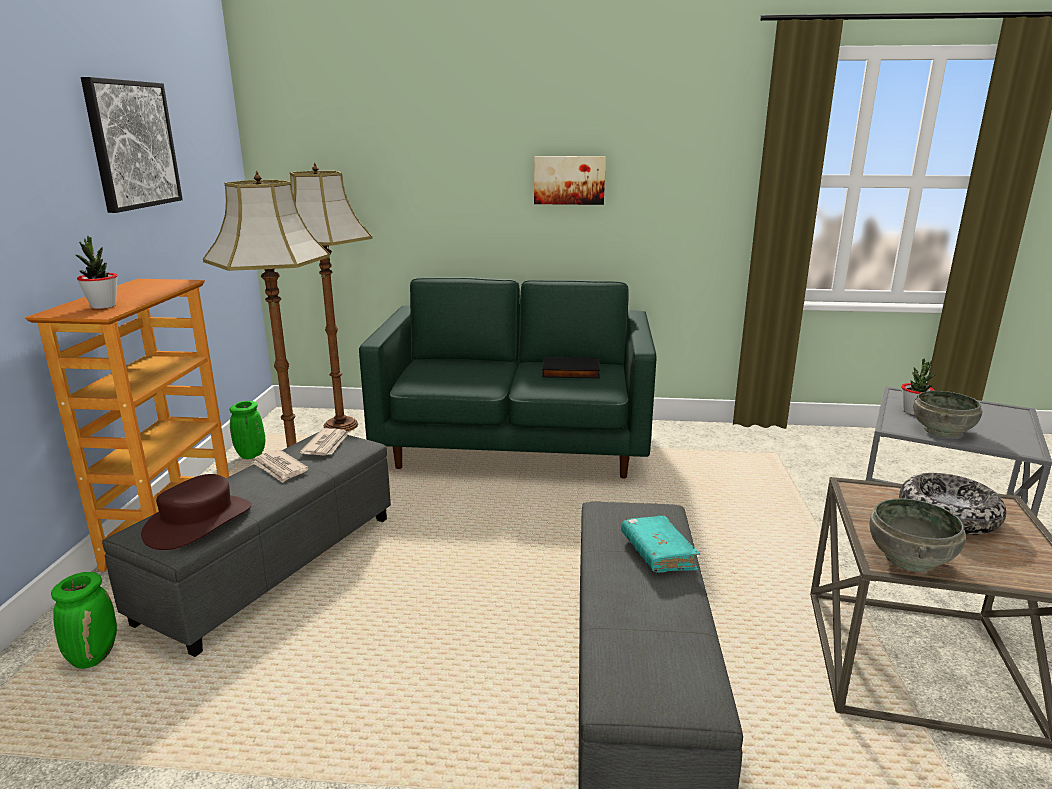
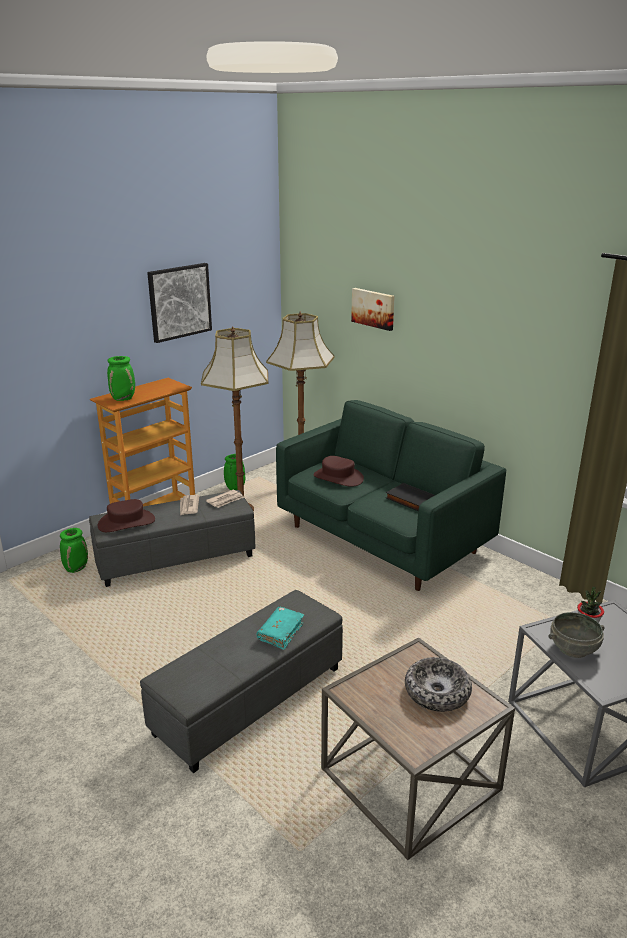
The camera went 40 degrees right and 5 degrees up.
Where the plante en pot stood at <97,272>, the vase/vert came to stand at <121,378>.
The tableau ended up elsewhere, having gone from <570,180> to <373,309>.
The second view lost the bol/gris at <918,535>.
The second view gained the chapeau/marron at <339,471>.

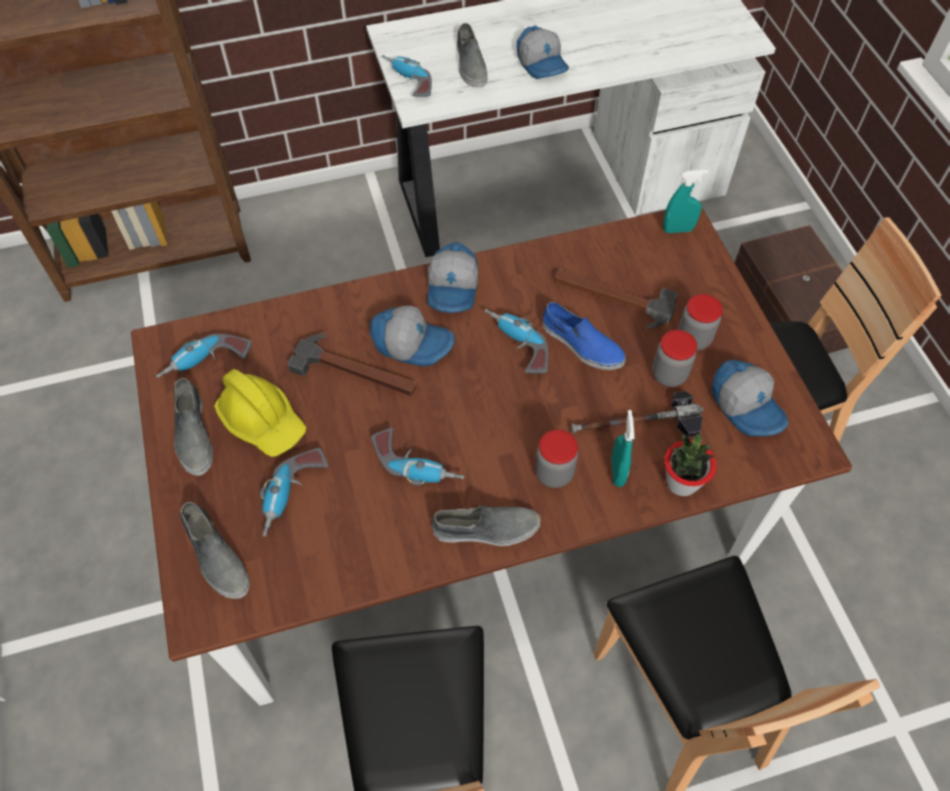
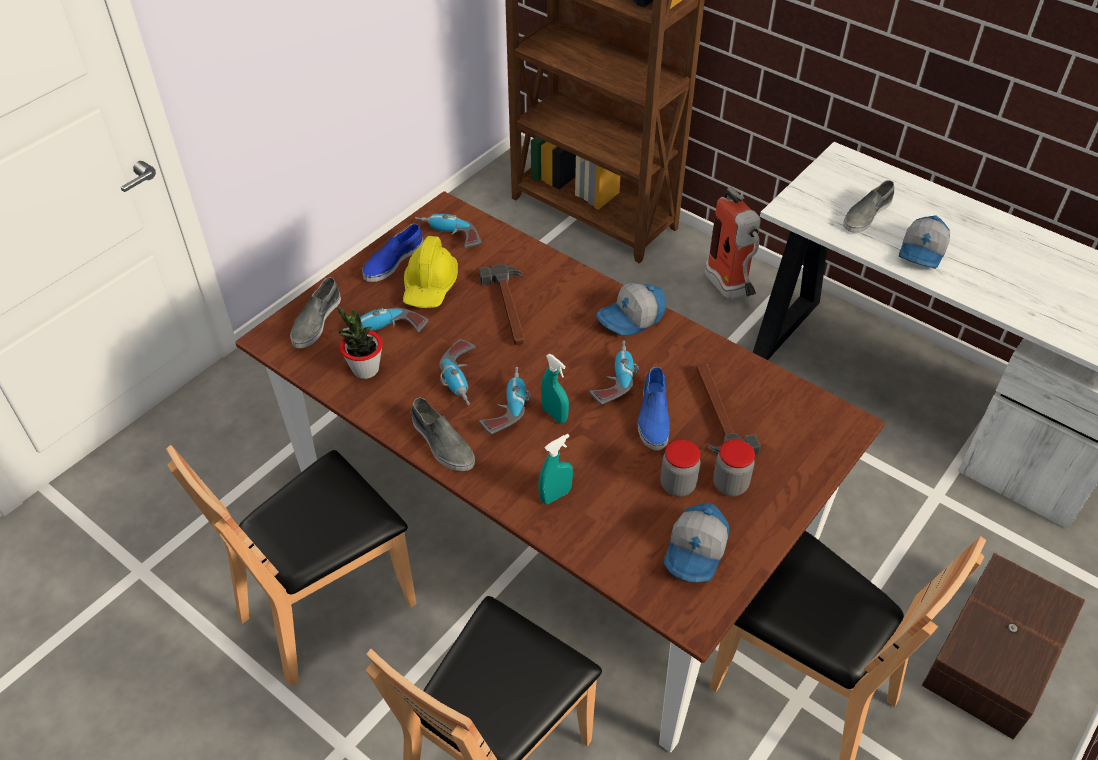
The camera went 55 degrees right and 10 degrees down.
What was the chaussure/gris at <193,427> turned into the chaussure/bleu at <392,253>.
The second view lost the casquette at <412,336>.
The perceuse ended up elsewhere, having gone from <407,76> to <505,400>.
The second view lost the bocal at <556,459>.
The second view lost the marteau at <637,414>.
The vaporisateur/turquoise ended up elsewhere, having gone from <685,201> to <555,388>.
The plante en pot ended up elsewhere, having gone from <690,465> to <360,342>.
The second view gained the extincteur at <732,243>.

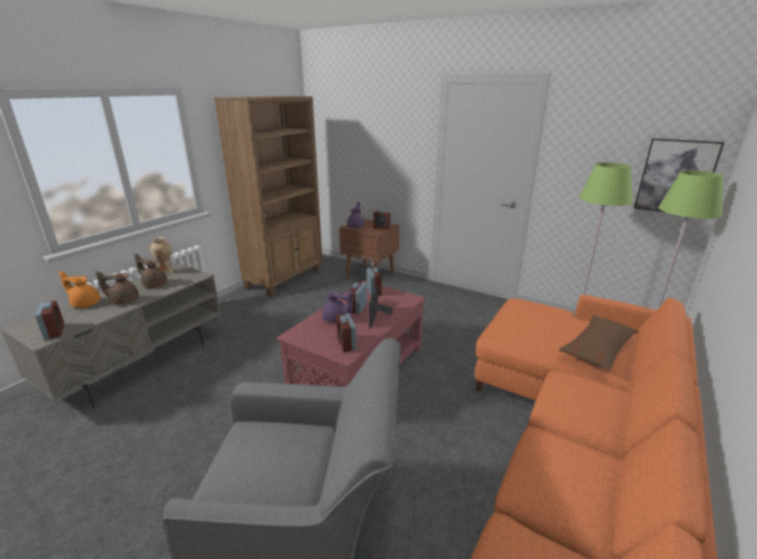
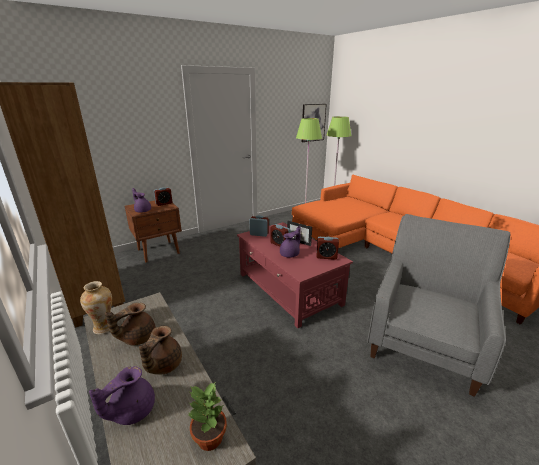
The camera went 65 degrees left and 0 degrees up.
Where the réveil stood at <50,320>, the plante en pot came to stand at <207,417>.
What was the théière/orange at <79,289> turned into the théière/violet at <122,395>.
The second view lost the coussin/marron at <598,343>.

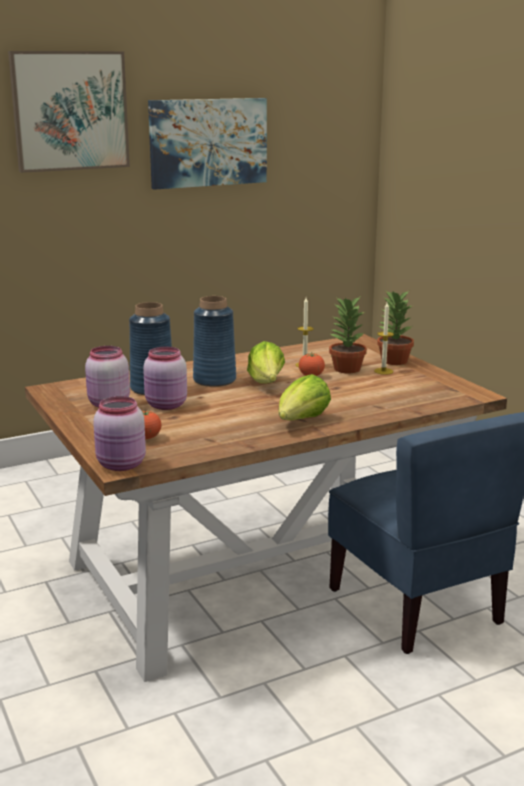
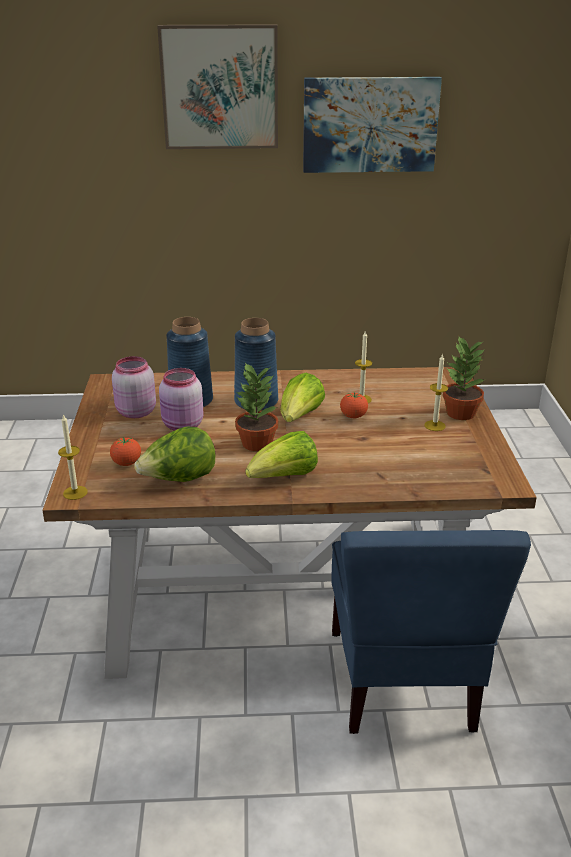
The camera went 25 degrees right and 10 degrees up.
Where the bocal/rose stood at <119,433>, the bougie came to stand at <73,457>.
The plante en pot ended up elsewhere, having gone from <348,335> to <256,406>.
The second view gained the laitue at <174,454>.

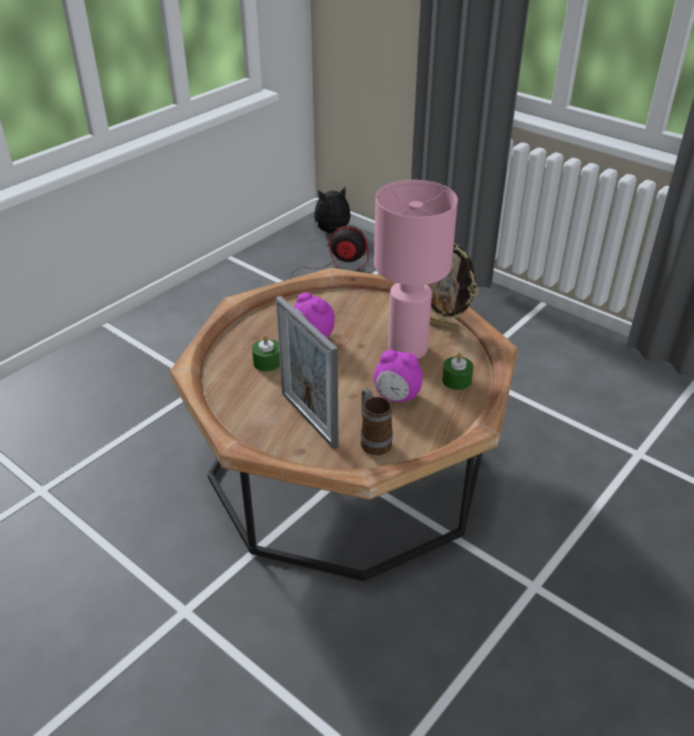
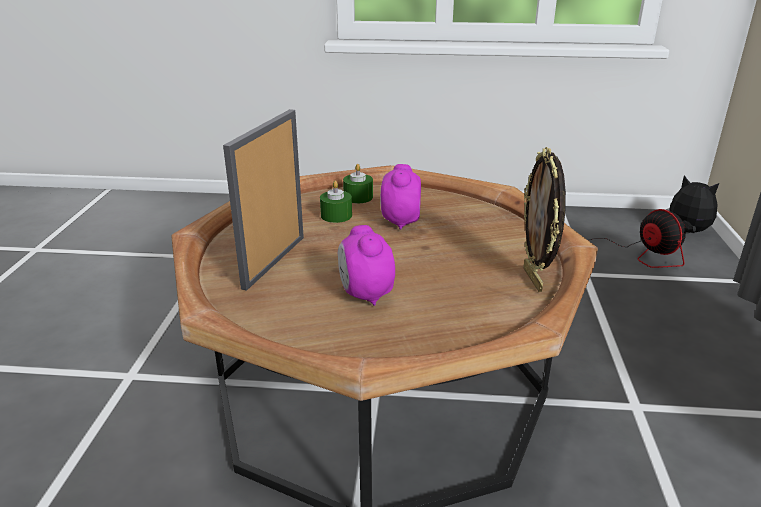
The camera went 55 degrees right and 10 degrees down.
The second view lost the mug at <376,421>.
The second view lost the lampe de table/rose at <416,269>.
The bougie/vert ended up elsewhere, having gone from <457,371> to <358,183>.

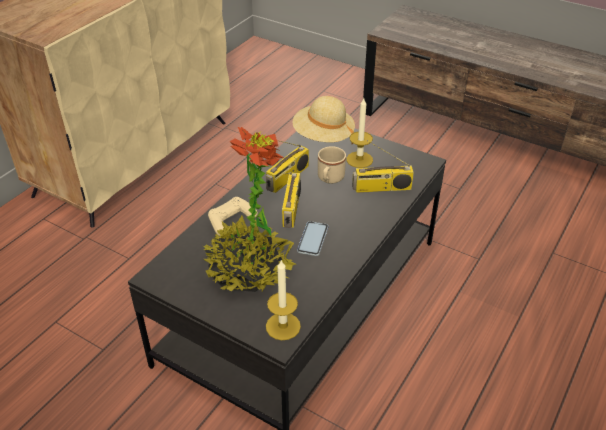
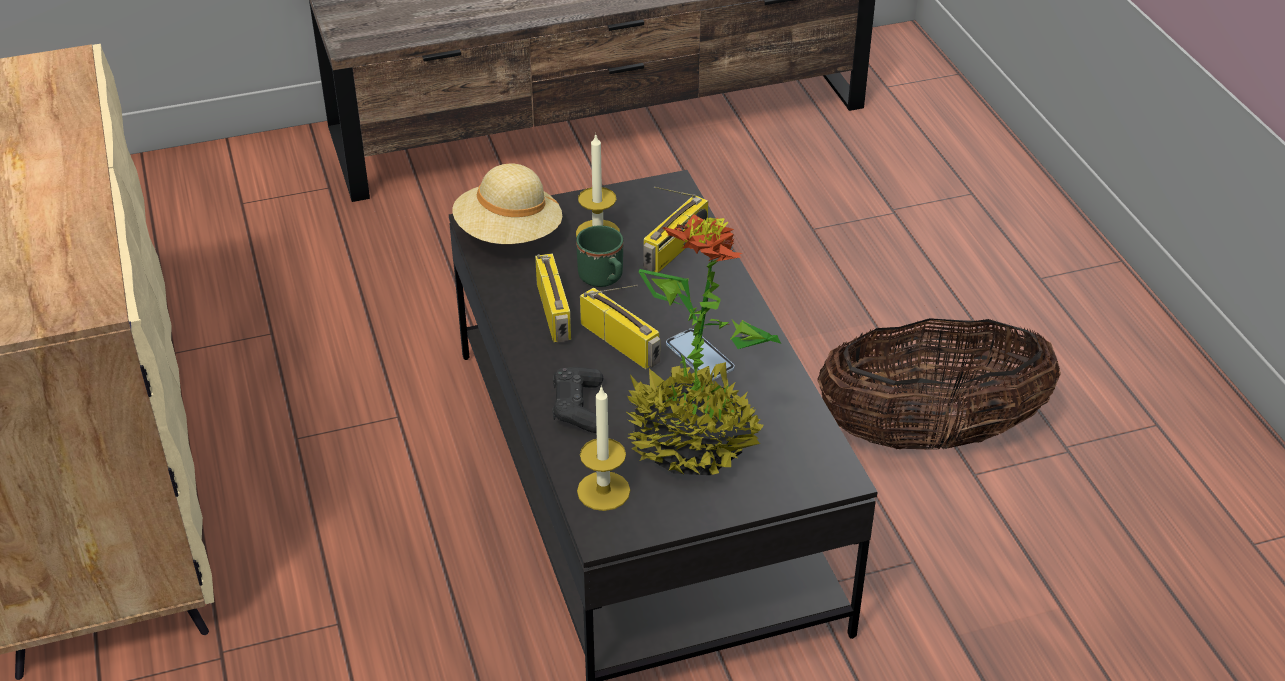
The camera went 50 degrees left and 0 degrees up.
What was the manette/beige at <233,216> turned into the manette/noir at <578,400>.
The bougie ended up elsewhere, having gone from <283,299> to <603,448>.
What was the mug/beige at <332,165> turned into the mug/vert at <599,256>.
The second view gained the panier at <939,384>.

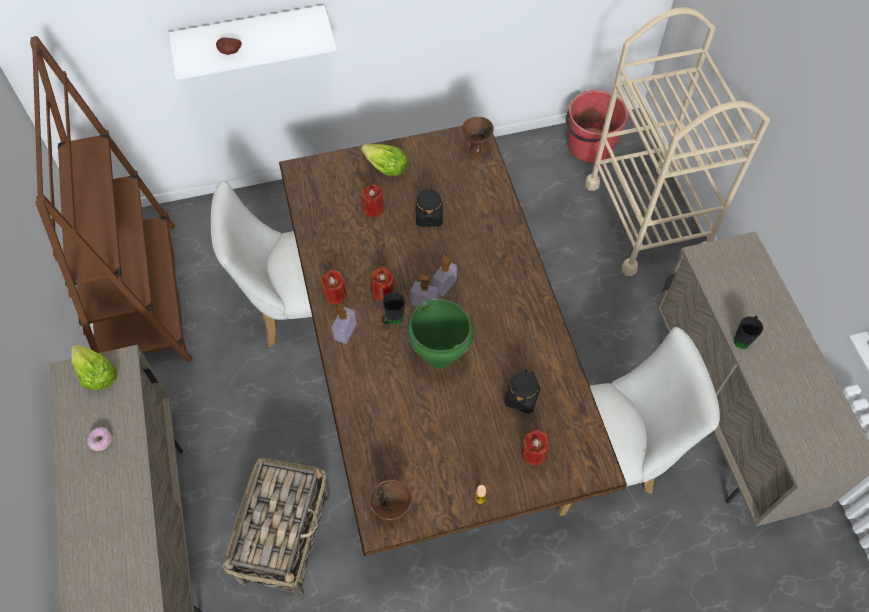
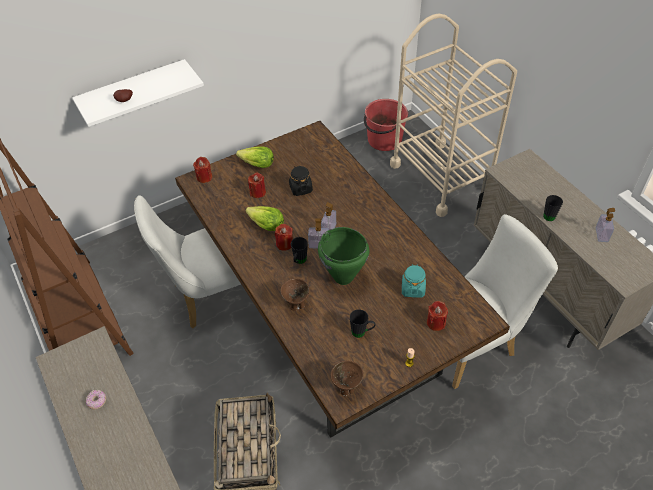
The camera went 15 degrees left and 10 degrees down.
The laitue ended up elsewhere, having gone from <94,367> to <264,218>.
The bougie/rouge ended up elsewhere, having gone from <334,287> to <202,170>.
The distributeur de savon ended up elsewhere, having gone from <344,324> to <605,225>.
The bol/marron ended up elsewhere, having gone from <478,135> to <295,295>.
What was the bocal/noir at <522,391> turned into the bocal/turquoise at <414,280>.
The second view gained the mug/noir at <362,323>.

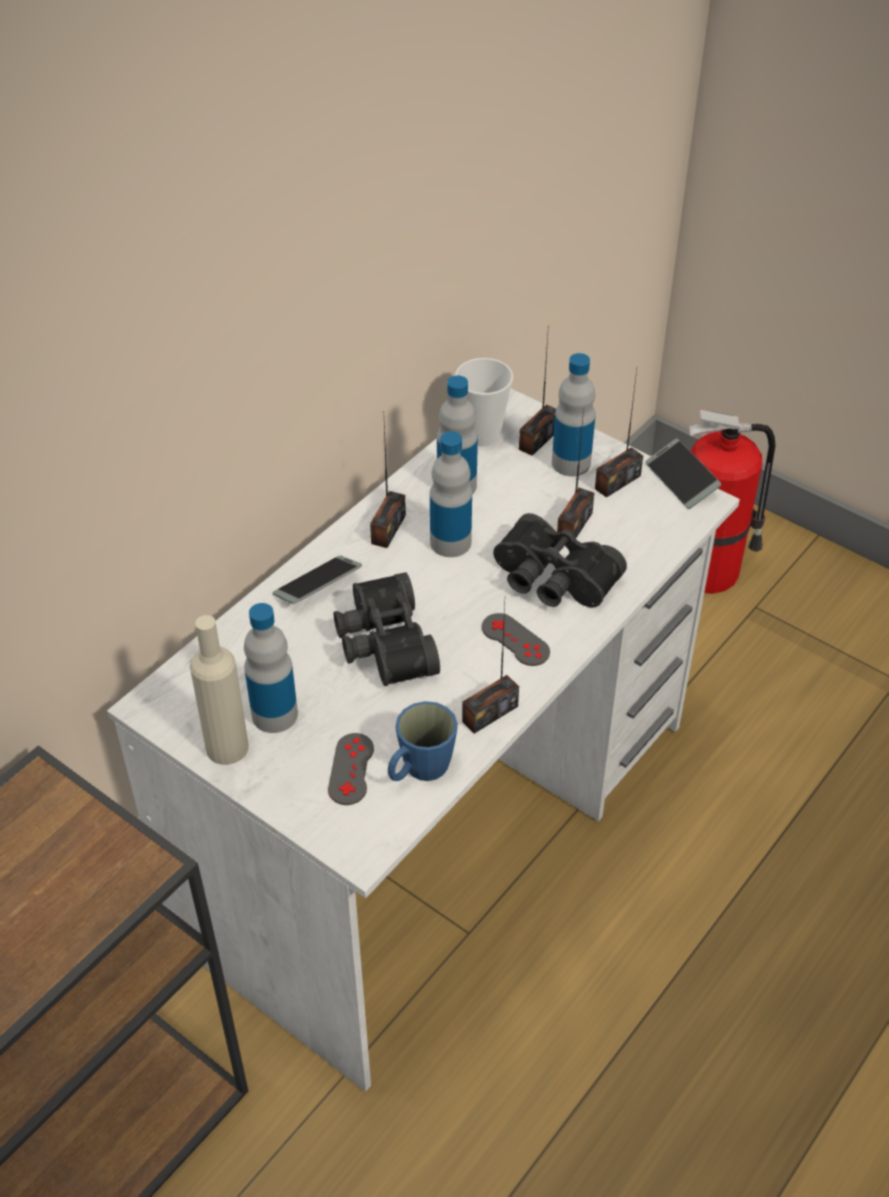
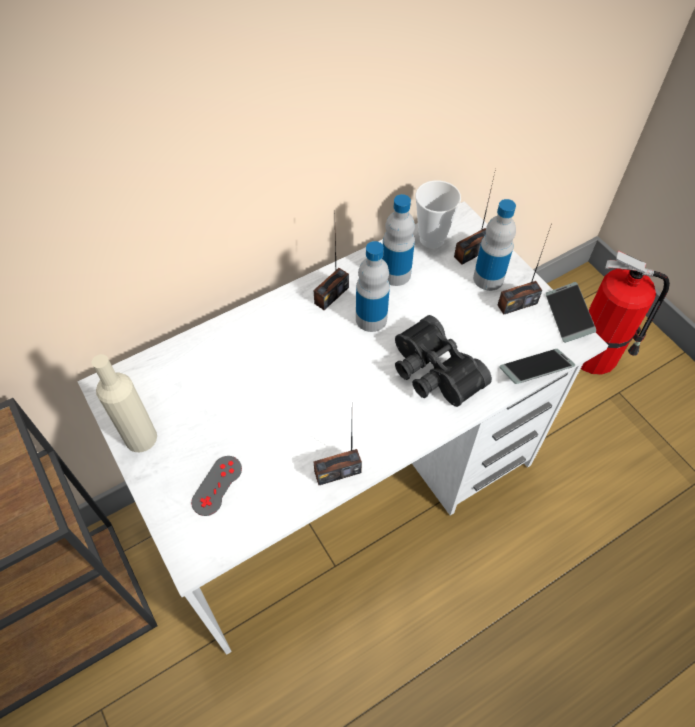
The camera went 20 degrees right and 10 degrees up.
The second view lost the bouteille at <271,668>.
The téléphone ended up elsewhere, having gone from <317,579> to <537,366>.
The second view lost the jumelles/noir at <387,629>.
The second view lost the mug/bleu at <423,741>.
The second view lost the manette/gris at <516,639>.
The second view lost the radio at <575,473>.

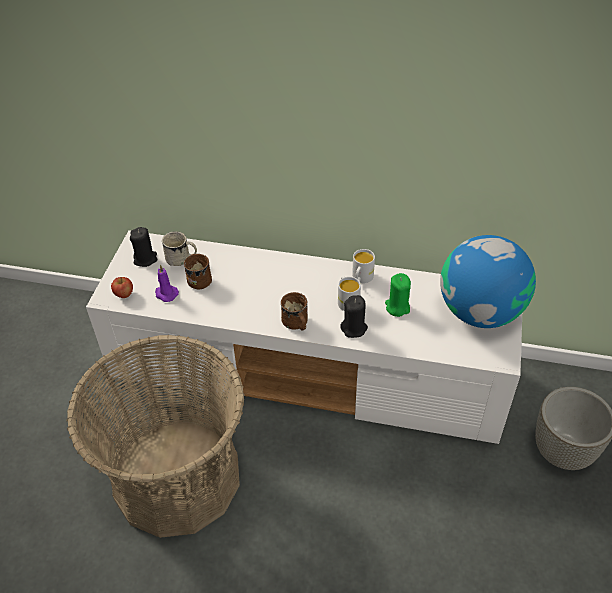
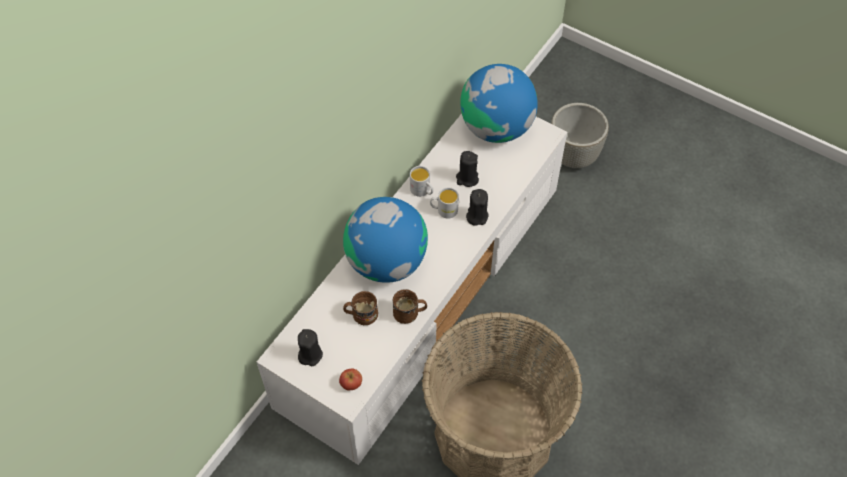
The camera went 70 degrees left and 10 degrees up.
The second view lost the bougie/violet at <167,283>.
The second view lost the mug/blanc at <179,248>.
The mug/marron ended up elsewhere, having gone from <294,311> to <410,306>.
What was the bougie/vert at <398,295> turned into the bougie/noir at <467,169>.
The second view gained the globe at <385,240>.

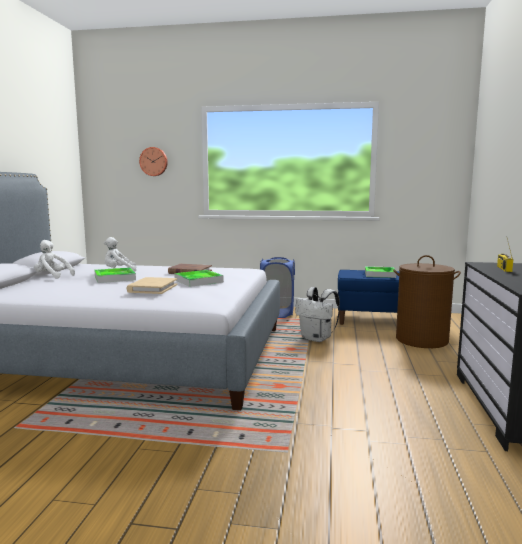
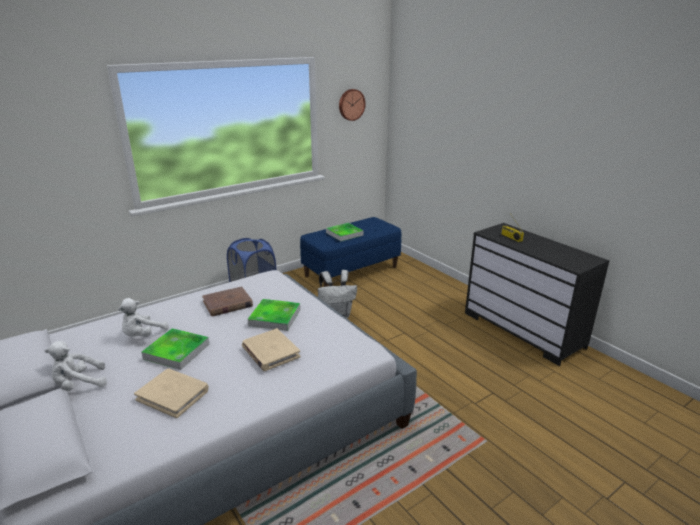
The camera went 45 degrees left and 15 degrees up.
The horloge murale ended up elsewhere, having gone from <153,161> to <352,105>.
The second view lost the panier à linge/marron at <427,301>.
The second view gained the livre/beige at <171,393>.

